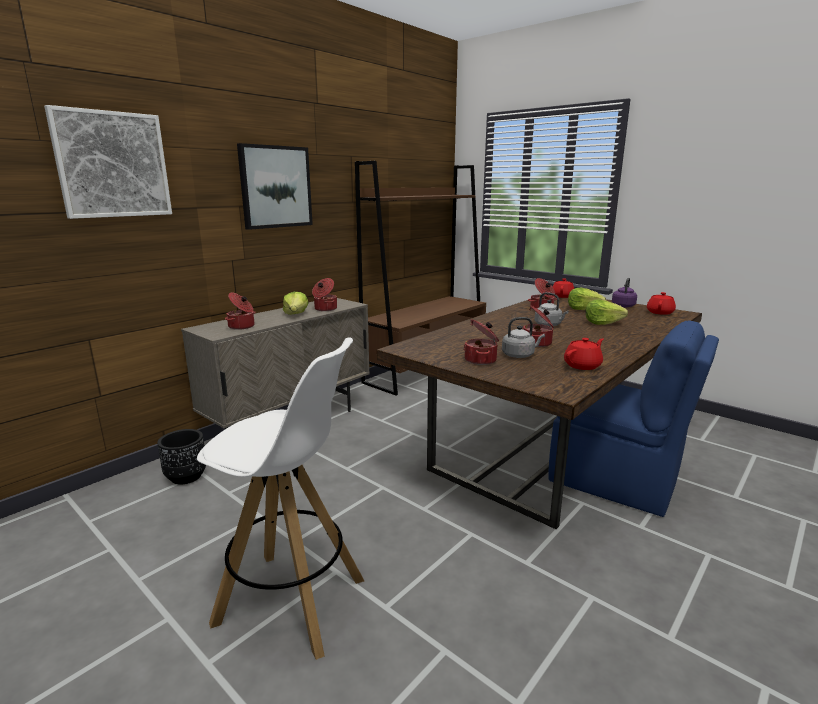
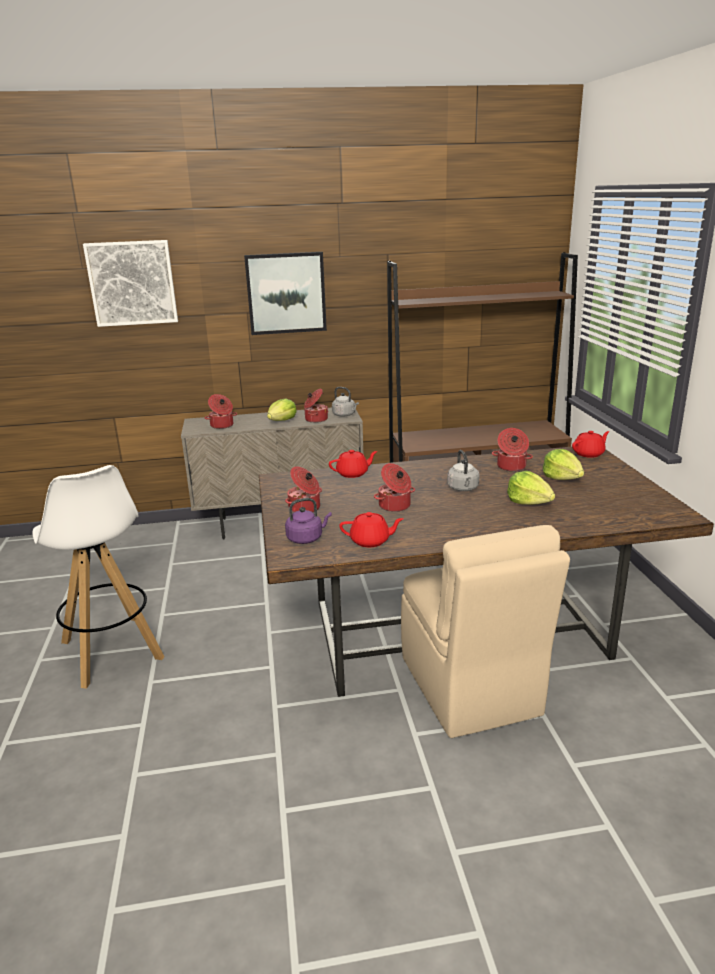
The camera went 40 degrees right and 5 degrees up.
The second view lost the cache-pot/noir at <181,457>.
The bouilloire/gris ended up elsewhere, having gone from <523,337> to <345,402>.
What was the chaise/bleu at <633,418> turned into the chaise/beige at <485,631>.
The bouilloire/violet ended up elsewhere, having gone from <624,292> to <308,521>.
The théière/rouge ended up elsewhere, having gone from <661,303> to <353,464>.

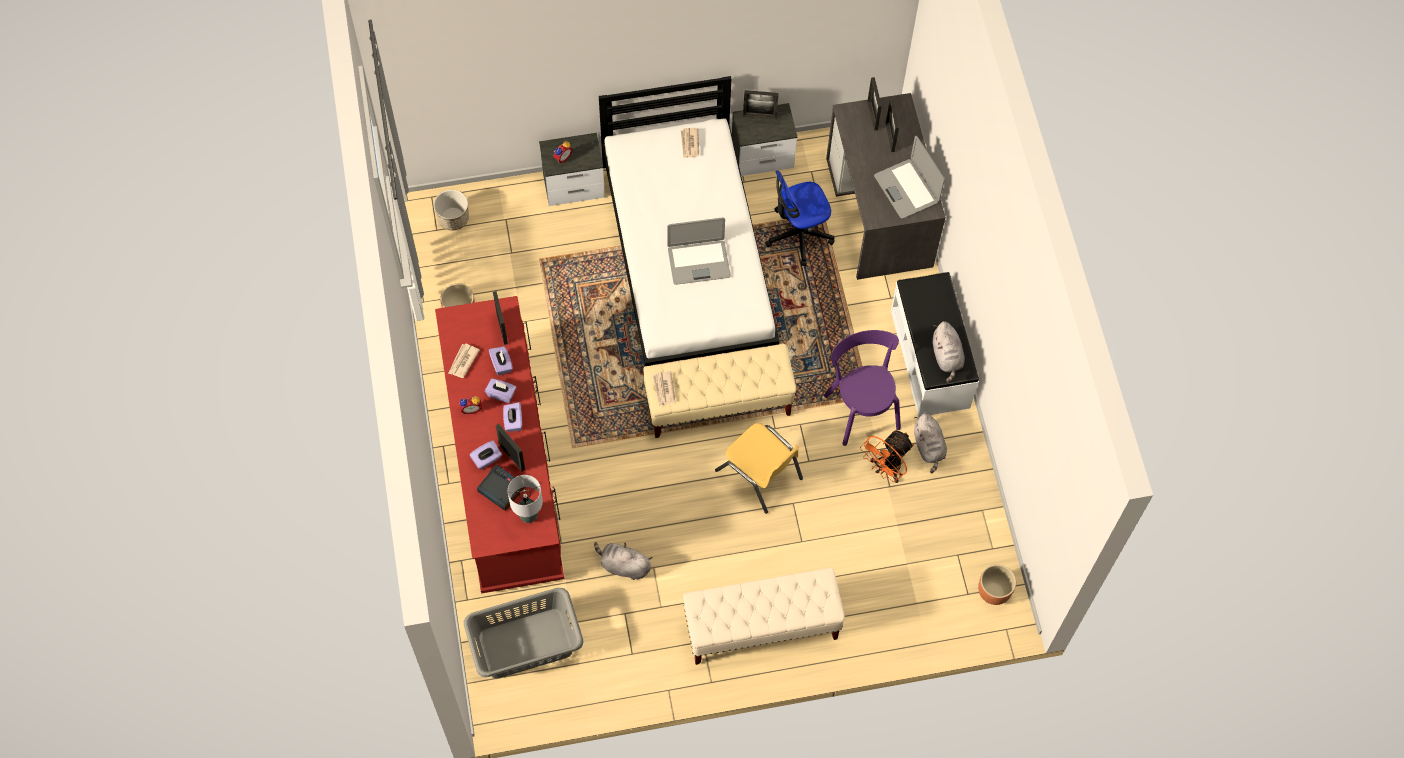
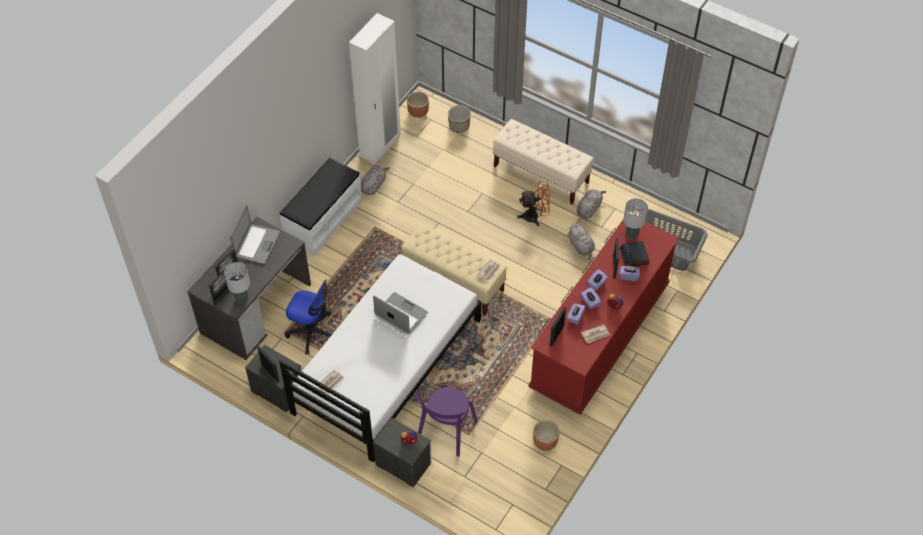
The camera went 135 degrees left and 10 degrees down.
The cache-pot ended up elsewhere, having gone from <451,210> to <459,119>.
The second view lost the chaise/jaune at <759,468>.
The chaise/violet ended up elsewhere, having gone from <862,388> to <446,422>.
The ventilateur/orange ended up elsewhere, having gone from <887,456> to <533,203>.
The peluche/gris ended up elsewhere, having gone from <949,351> to <591,203>.
The second view gained the lampe de table/gris at <237,282>.
The second view gained the armoire/blanc at <375,89>.

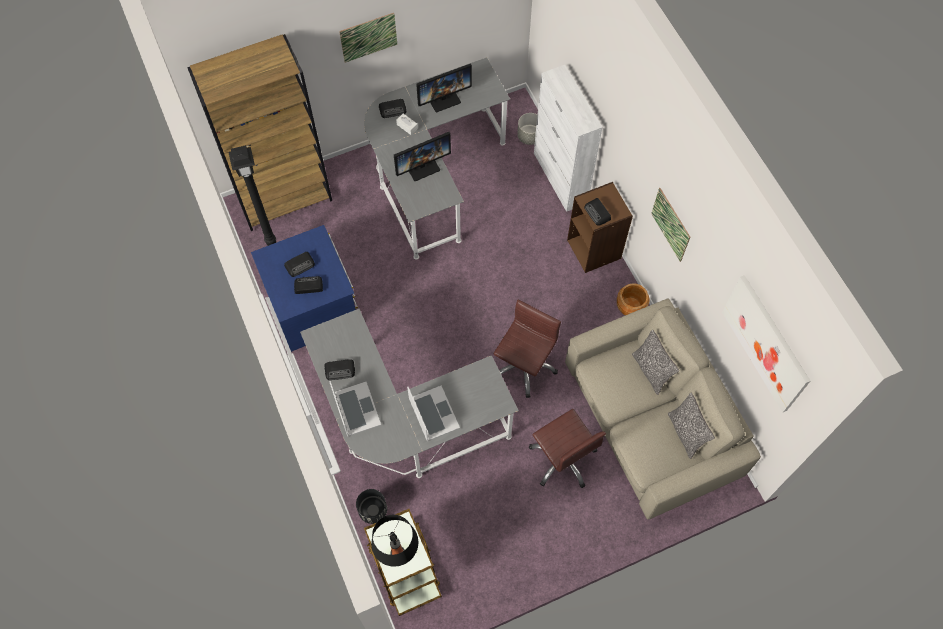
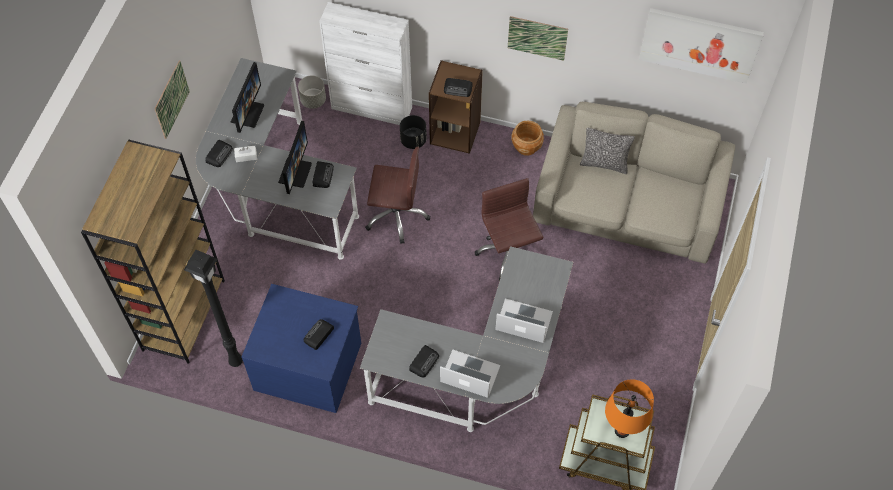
The camera went 50 degrees left and 5 degrees down.
The radio ended up elsewhere, having gone from <299,264> to <323,174>.
The cache-pot/noir ended up elsewhere, having gone from <371,506> to <413,132>.
What was the lampe de table/noir at <394,541> turned into the lampe de table/orange at <629,408>.
The chaise de bureau/marron ended up elsewhere, having gone from <567,448> to <397,195>.
The second view lost the coussin at <691,426>.

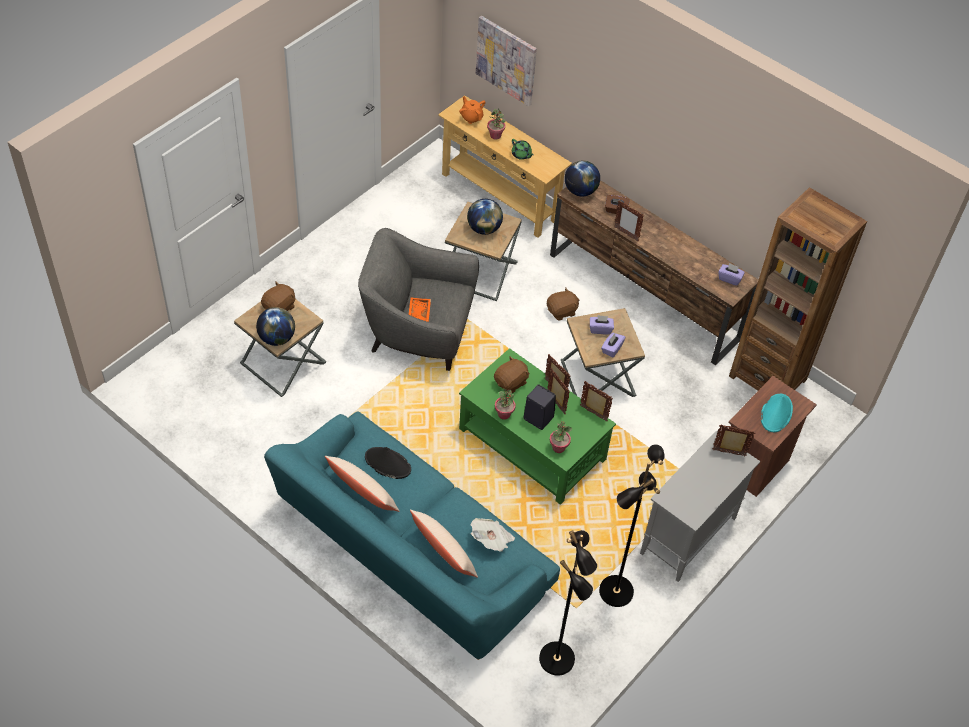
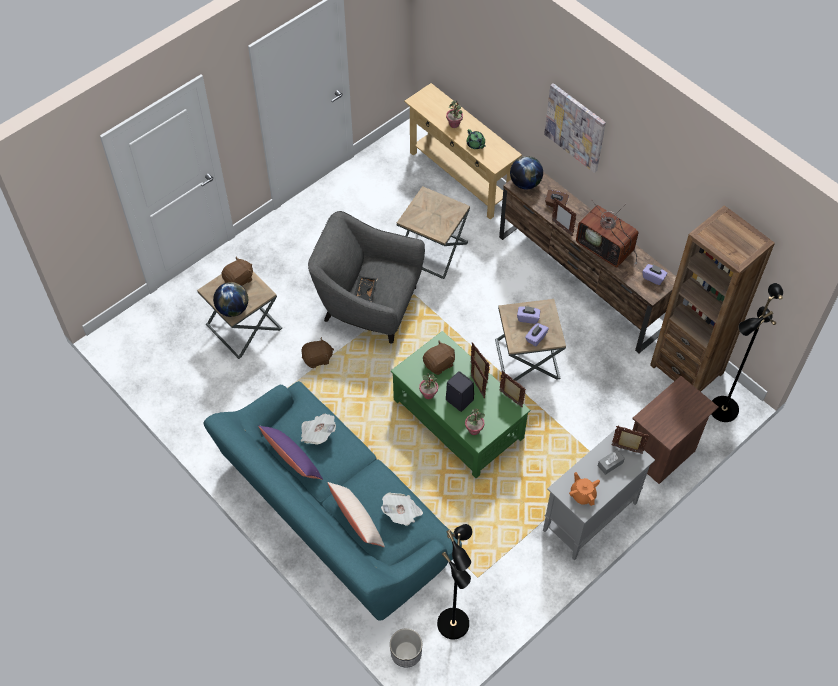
The camera went 10 degrees right and 5 degrees up.
What was the coussin/beige at <362,484> turned into the coussin/violet at <290,453>.
Where the chapeau/noir stood at <388,463>, the journal came to stand at <318,429>.
What was the plateau/orange at <420,309> turned into the plateau/noir at <365,289>.
The théière/orange ended up elsewhere, having gone from <472,110> to <584,489>.
The second view lost the globe at <485,217>.
The tableau ended up elsewhere, having gone from <506,61> to <575,128>.
The peluche/marron ended up elsewhere, having gone from <563,304> to <317,352>.
The lampadaire/noir ended up elsewhere, having gone from <632,525> to <747,352>.
The second view lost the chapeau/turquoise at <777,413>.
The second view gained the cache-pot at <406,648>.
The second view gained the téléviseur at <607,233>.
The second view gained the boîte à mouchoirs/gris at <611,462>.

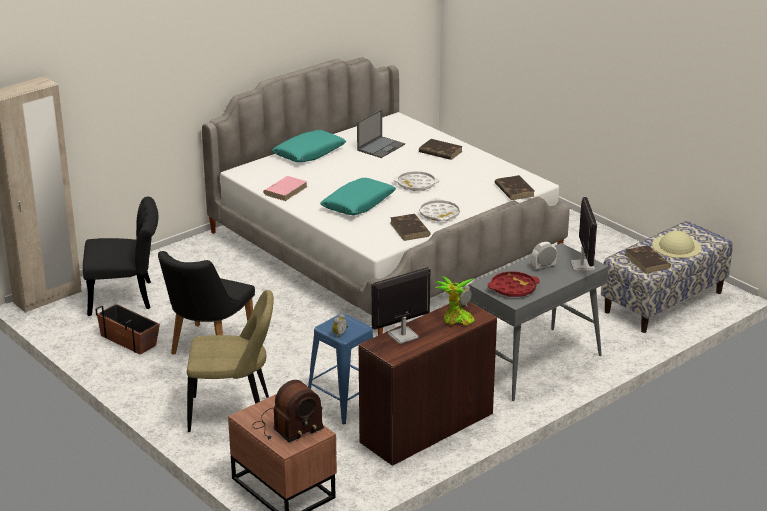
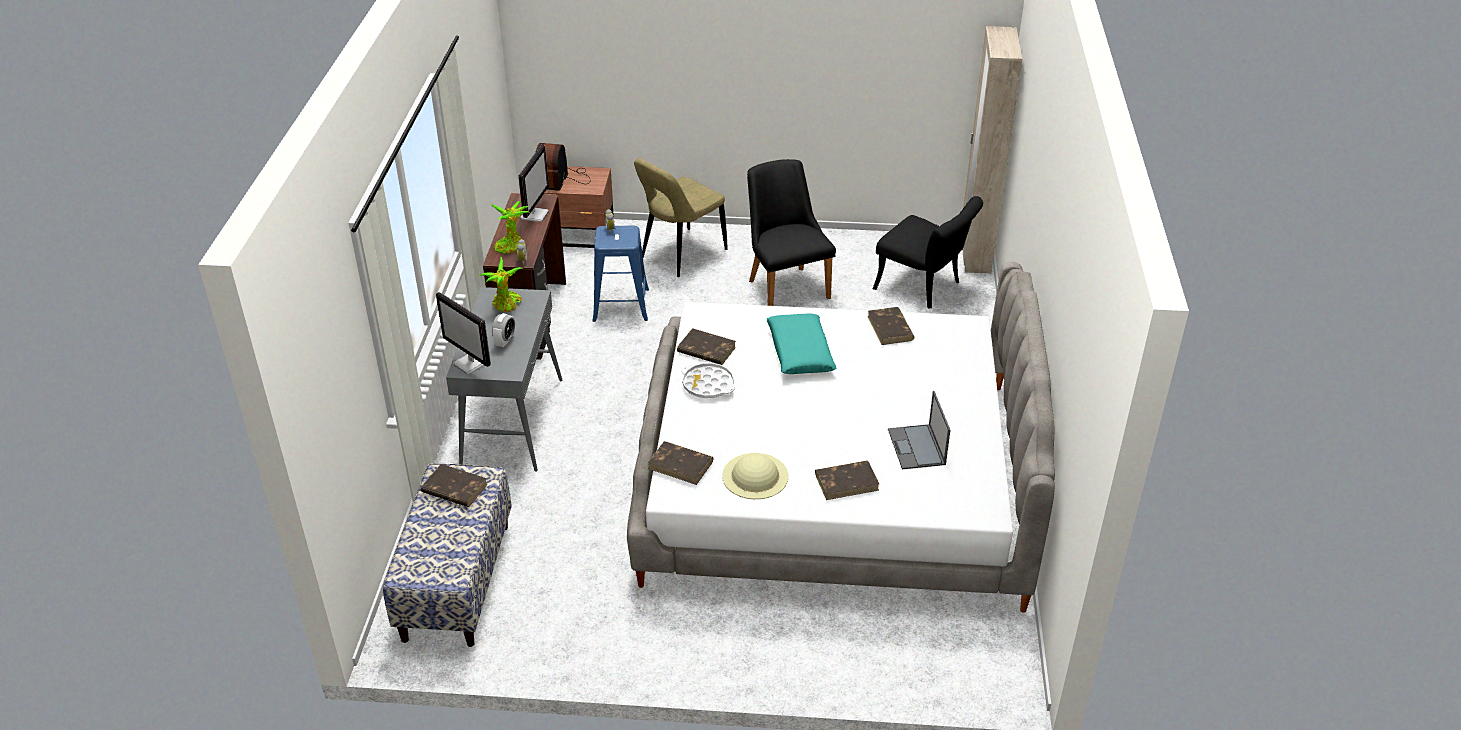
The camera went 135 degrees right and 10 degrees up.
The chaise/noir at <120,256> ended up facing another way, 90 degrees counterclockwise from before.
The second view lost the cache-pot at <127,329>.
What was the livre/rose at <285,188> turned into the livre/marron at <891,326>.
The second view lost the coussin/turquoise at <309,146>.
The second view lost the plateau/blanc at <416,181>.
Where the plateau/rouge stood at <513,284>, the plante en pot came to stand at <501,284>.
The chapeau/beige ended up elsewhere, having gone from <677,244> to <755,476>.

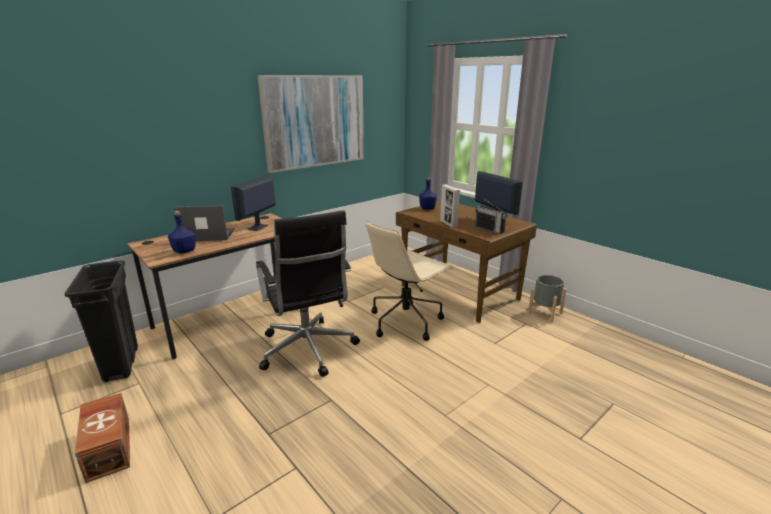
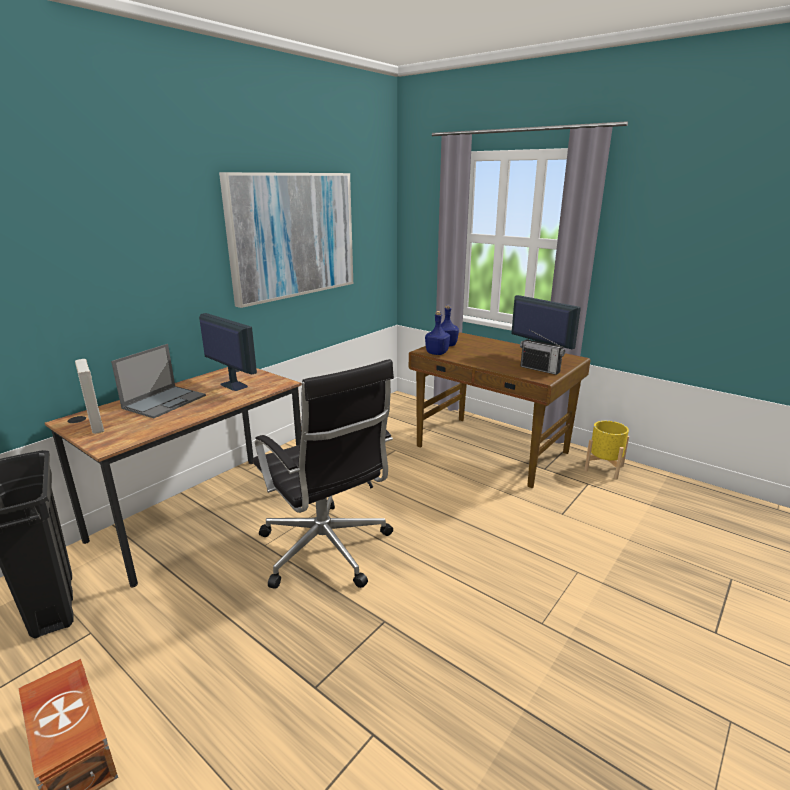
The camera went 10 degrees left and 0 degrees up.
The bouteille/bleu ended up elsewhere, having gone from <182,232> to <437,333>.
The ordinateur portable at <204,223> ended up facing another way, 135 degrees clockwise from before.
The écran d'ordinateur at <253,202> ended up facing another way, 120 degrees clockwise from before.
The second view lost the chaise de bureau/beige at <409,281>.
The cadre photo ended up elsewhere, having gone from <450,206> to <89,396>.
What was the cache-pot/gris at <547,299> turned into the cache-pot/jaune at <606,450>.

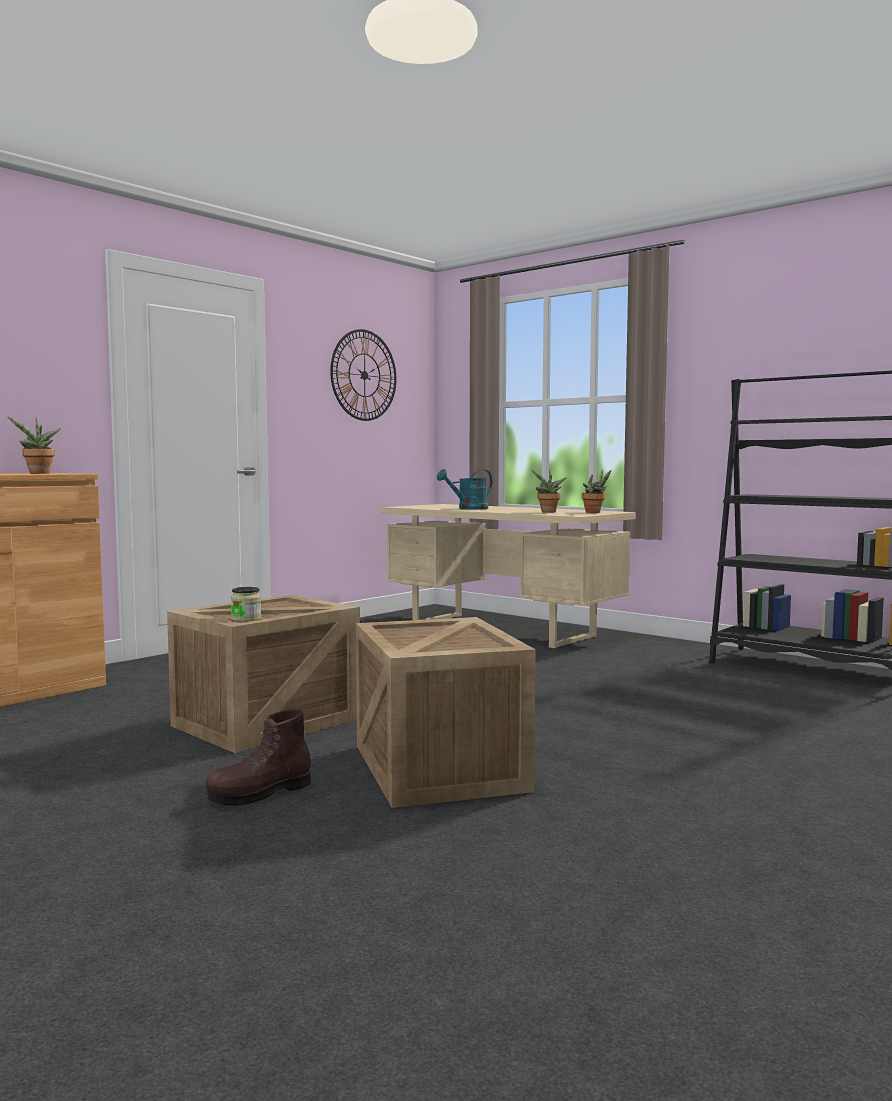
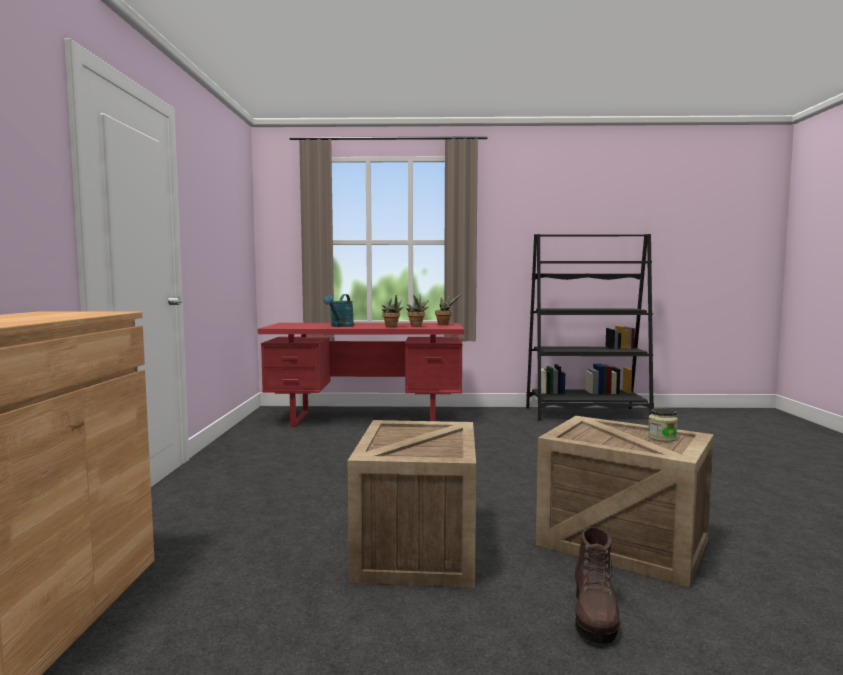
The camera went 40 degrees left and 0 degrees up.
The plante en pot ended up elsewhere, having gone from <34,445> to <393,311>.
The bocal ended up elsewhere, having gone from <246,604> to <663,425>.
The second view lost the horloge murale at <363,375>.
What was the bureau/beige at <508,576> turned into the bureau/rouge at <361,375>.

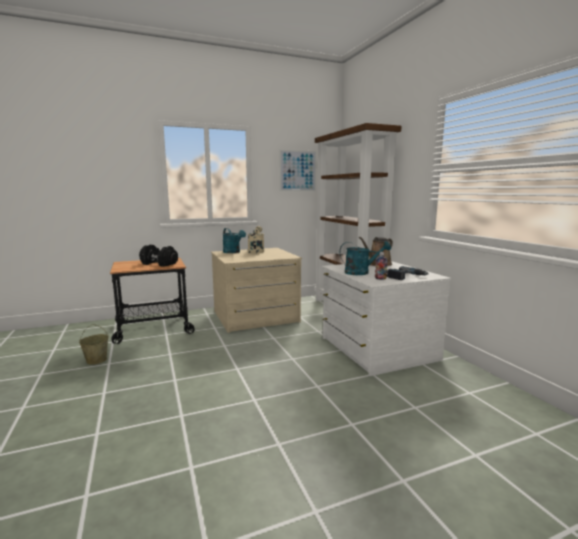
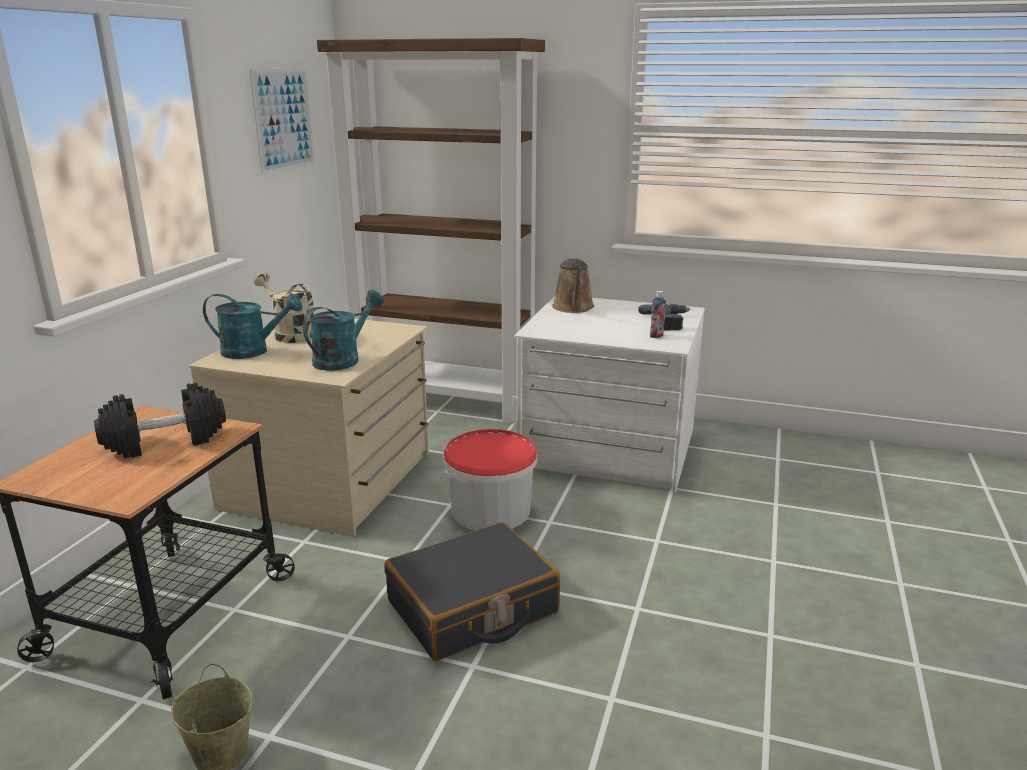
The camera went 50 degrees left and 10 degrees up.
The arrosoir/turquoise ended up elsewhere, having gone from <365,258> to <343,330>.
The second view gained the valise/noir at <472,591>.
The second view gained the seau at <490,480>.

